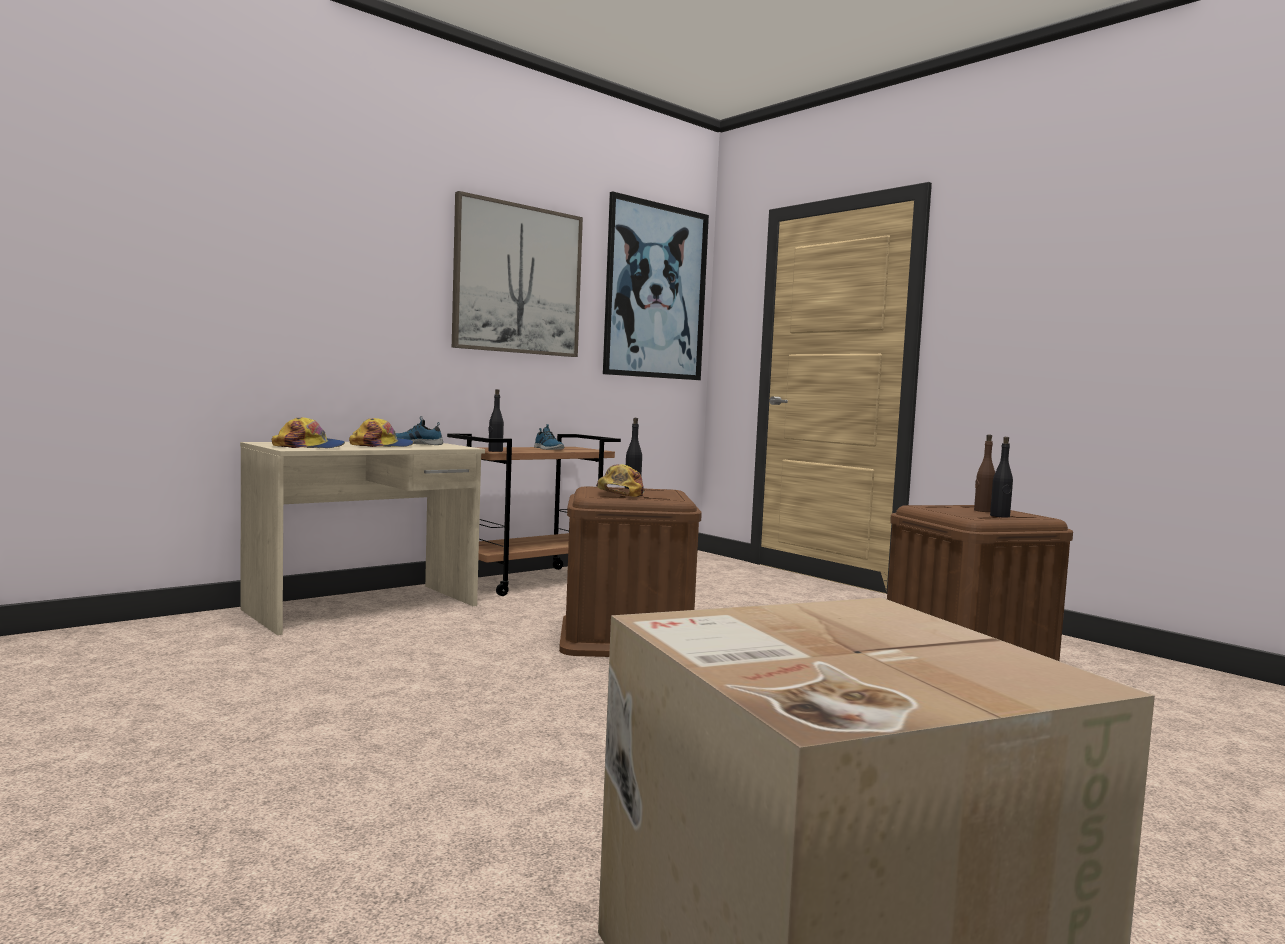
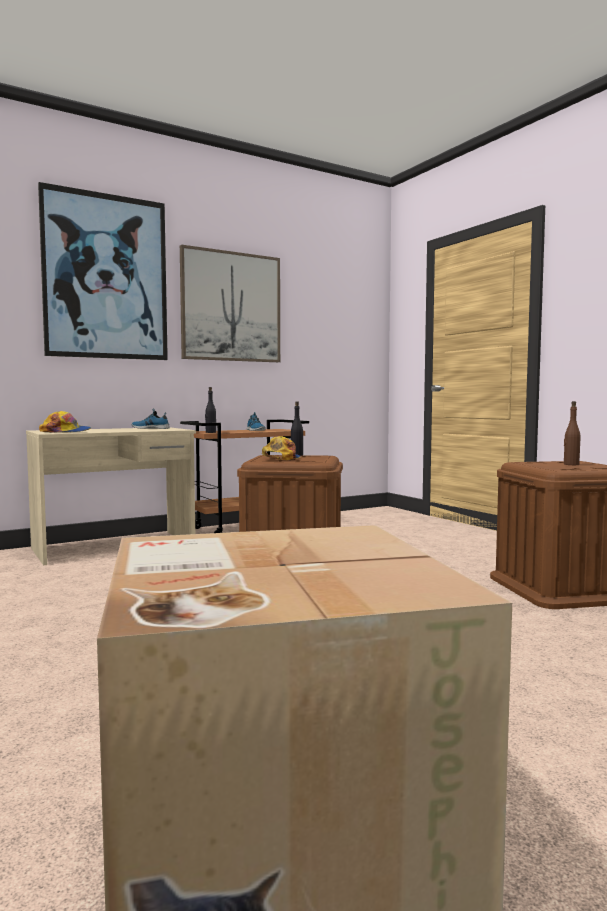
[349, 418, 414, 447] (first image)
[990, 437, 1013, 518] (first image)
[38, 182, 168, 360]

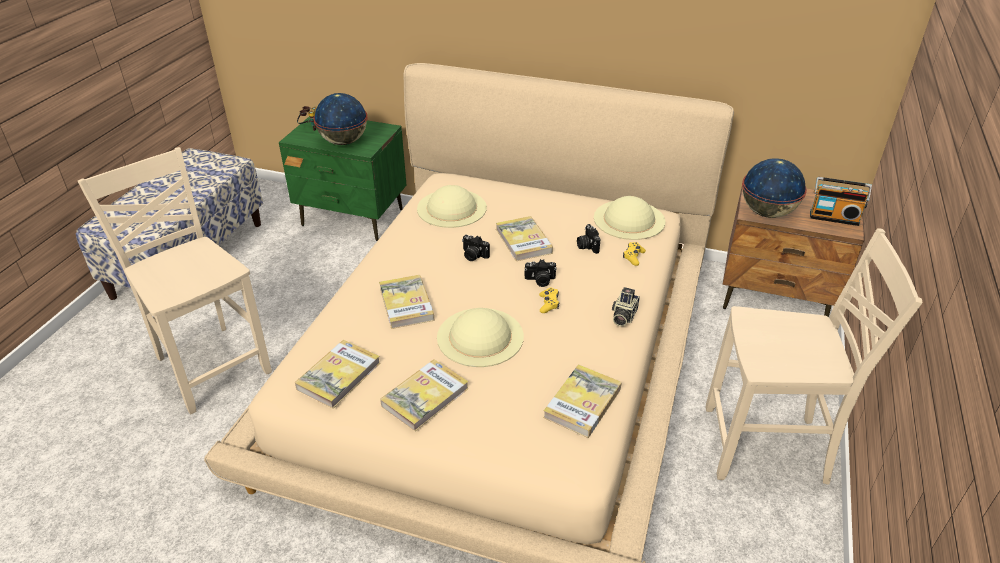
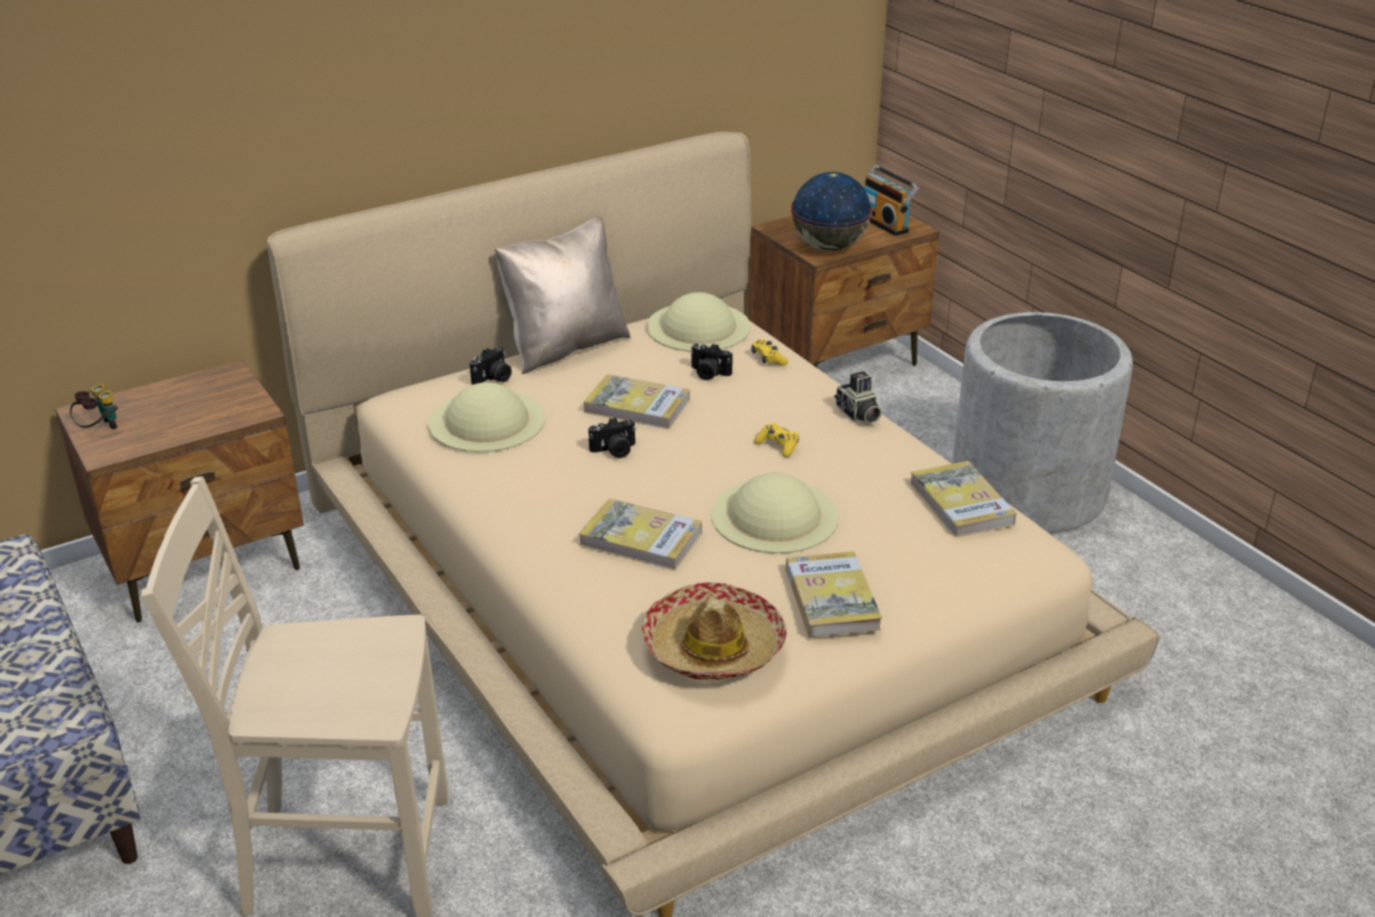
[313, 93, 367, 145] (first image)
[495, 217, 630, 374]
[470, 347, 512, 385]
[642, 582, 787, 680]
[952, 312, 1133, 533]
[55, 360, 304, 622]
[862, 165, 919, 236]

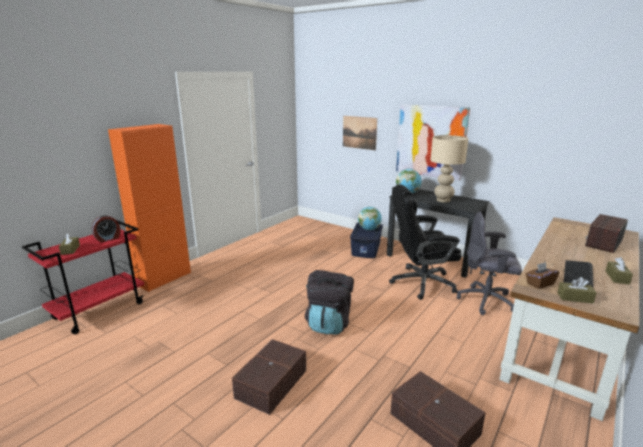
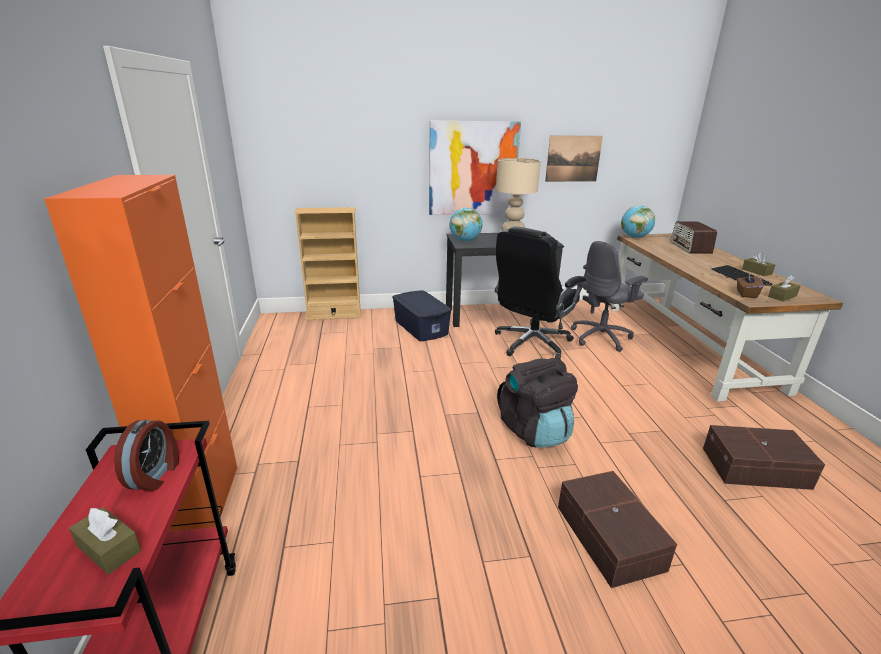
[294, 207, 361, 320]
[545, 135, 603, 182]
[621, 206, 655, 238]

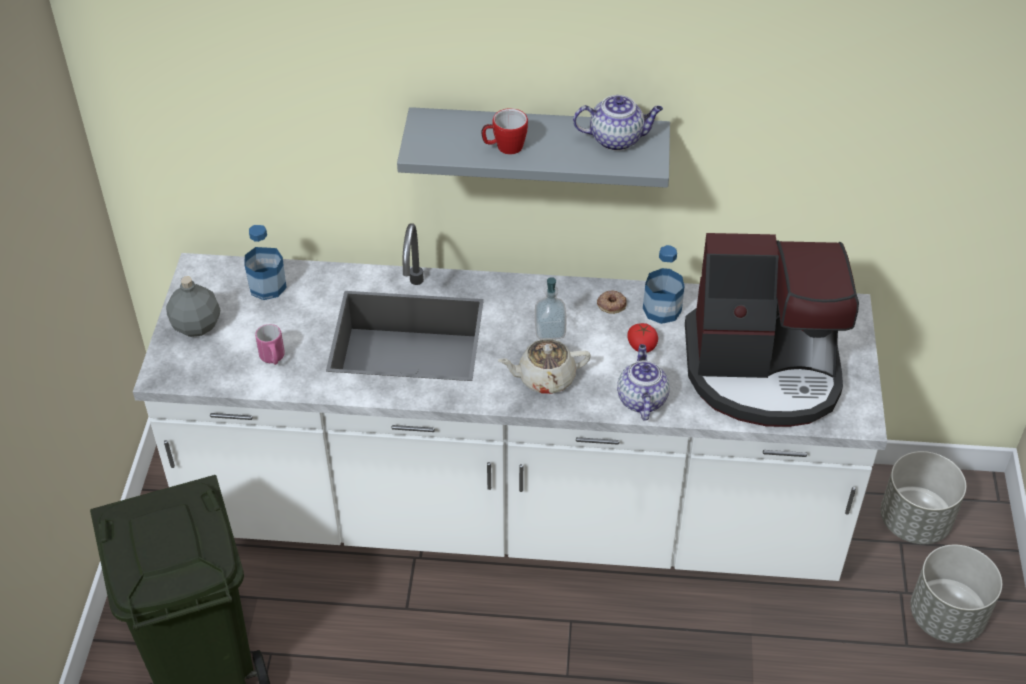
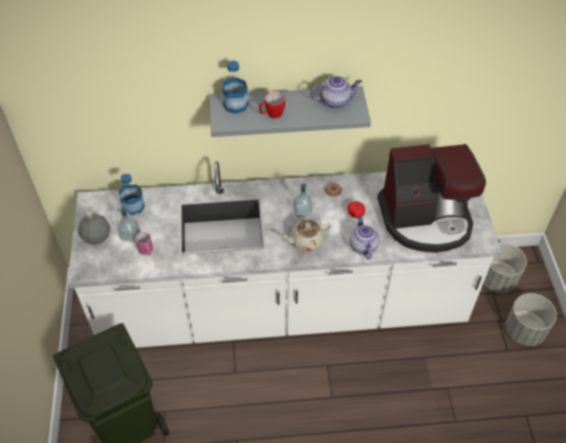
[117, 208, 140, 242]
[222, 61, 249, 114]

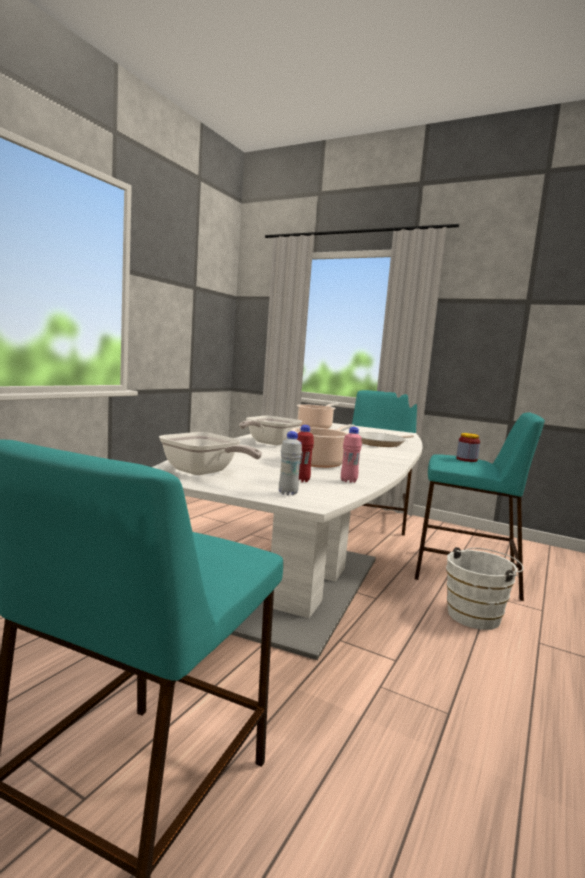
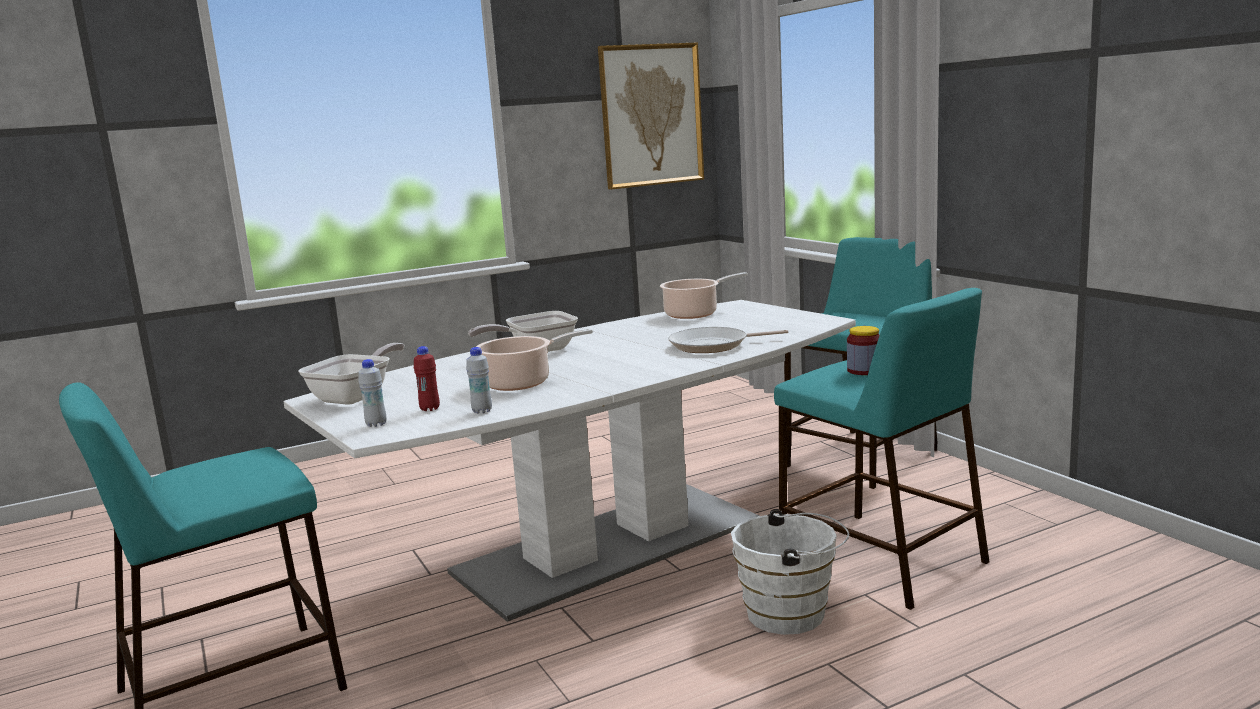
[598, 42, 704, 189]
[466, 347, 492, 413]
[298, 343, 404, 405]

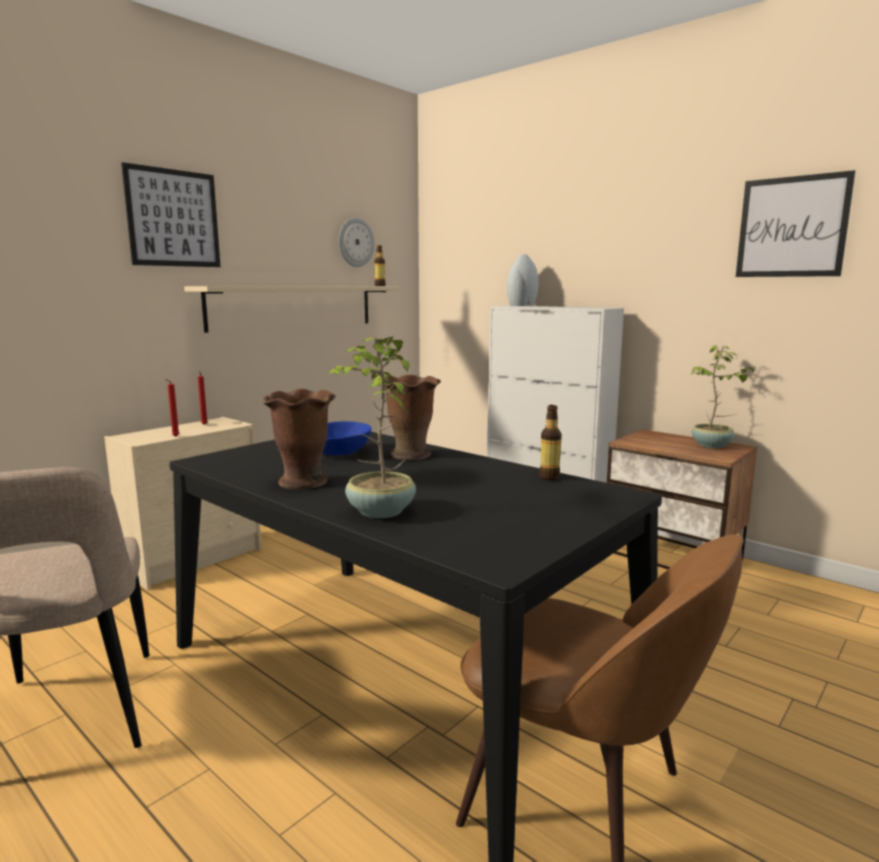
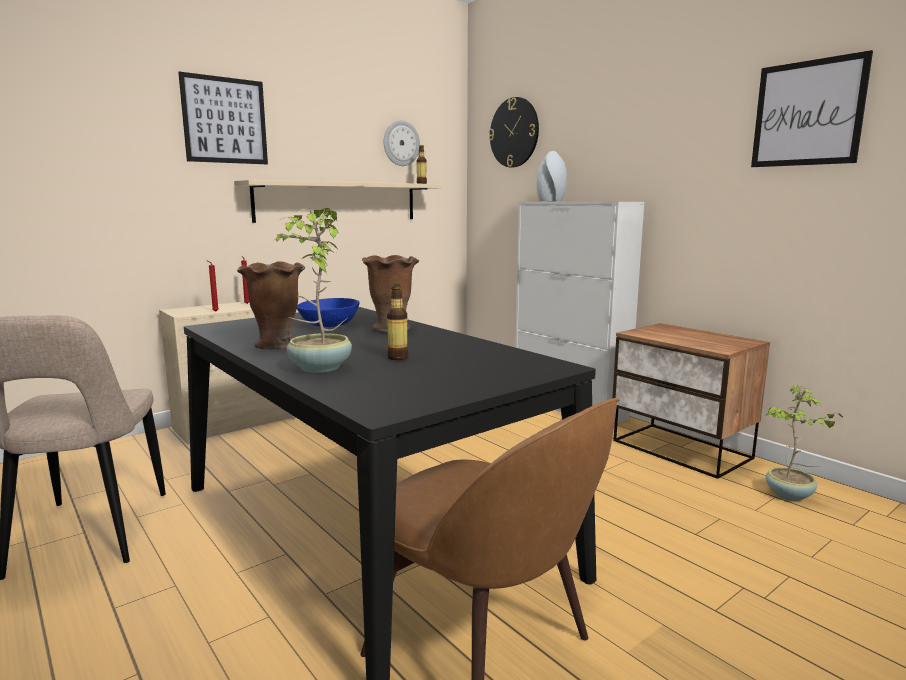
[489, 97, 539, 168]
[387, 284, 408, 360]
[765, 385, 843, 501]

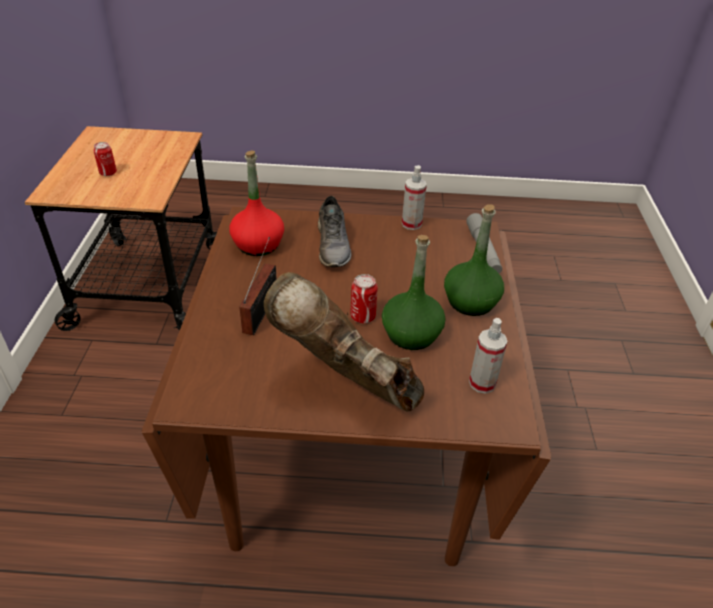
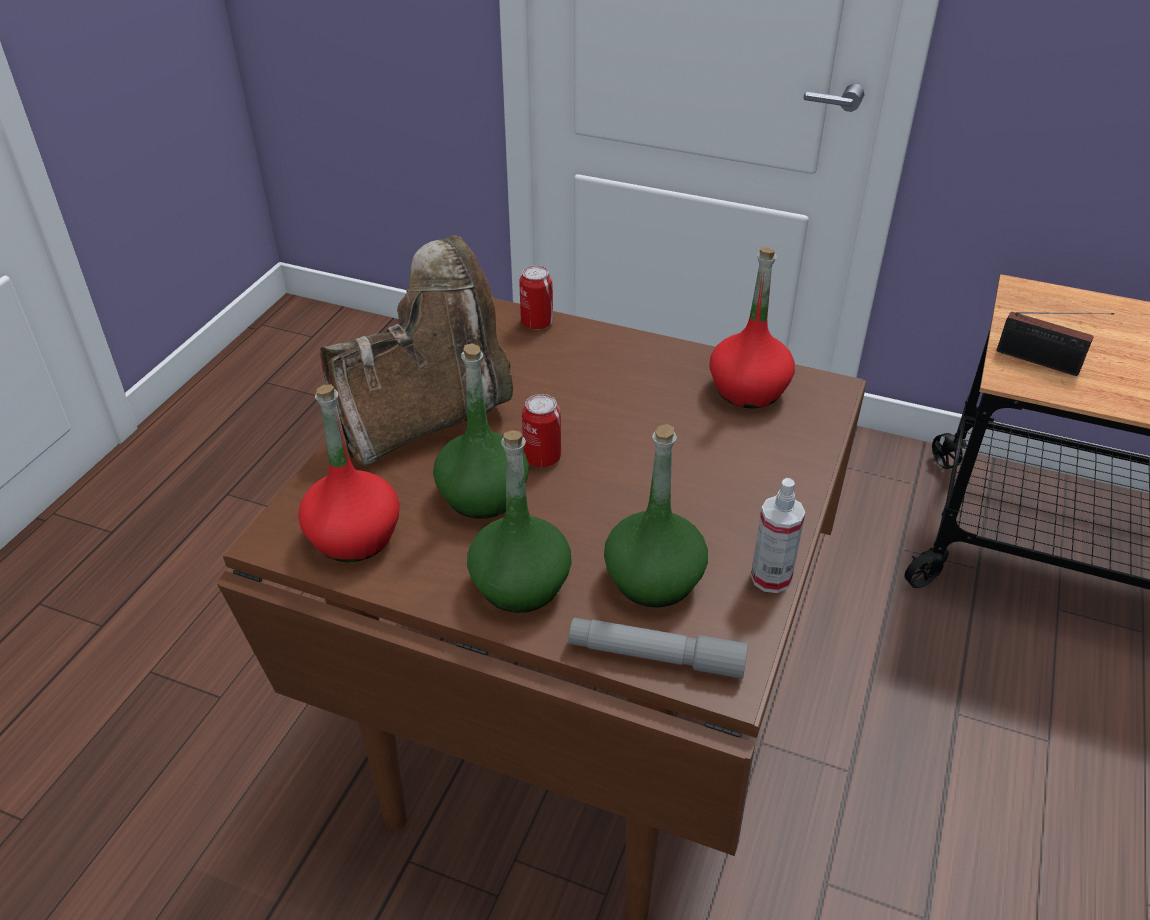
[318, 196, 352, 267] (first image)
[604, 424, 708, 608]
[519, 265, 553, 330]
[997, 312, 1114, 376]
[298, 384, 400, 562]

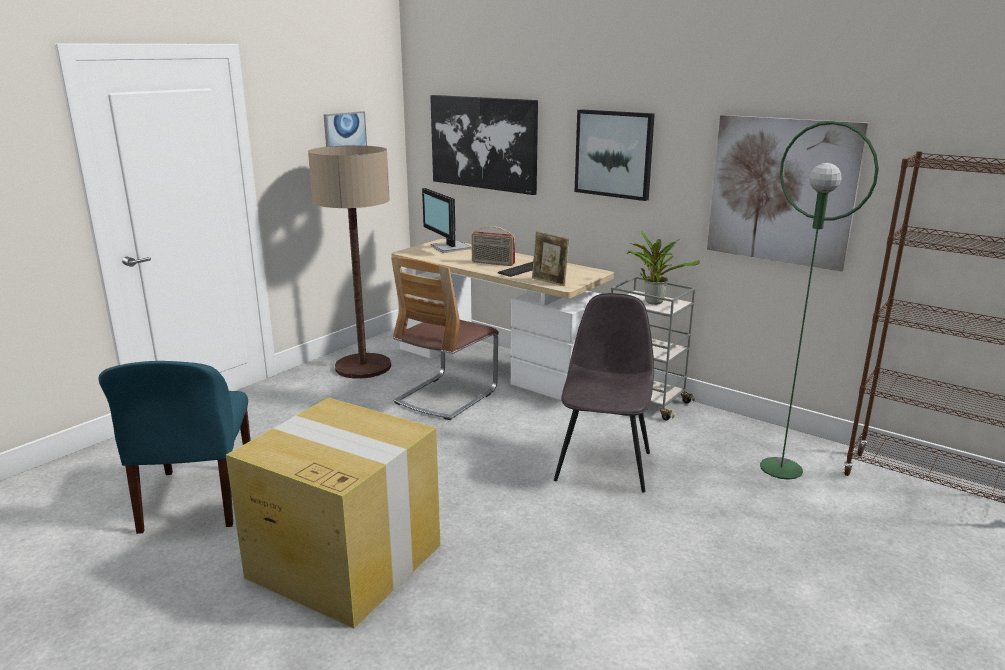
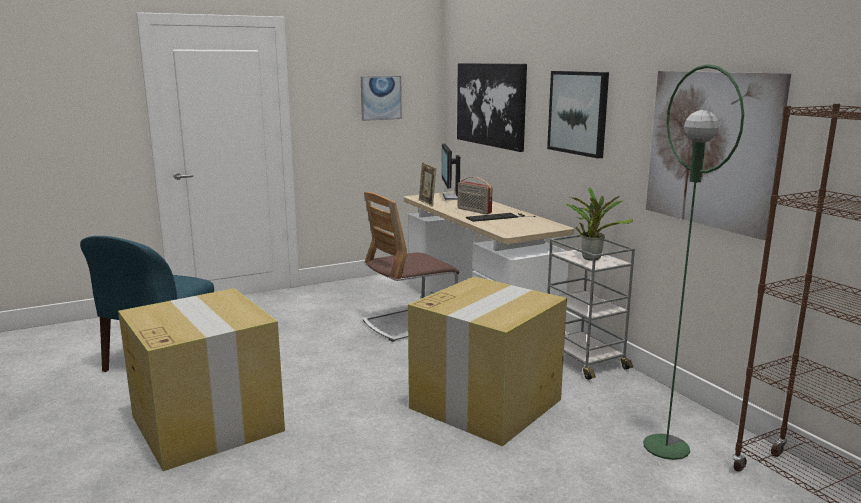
[308, 145, 391, 379] (first image)
[419, 162, 437, 207]
[408, 276, 567, 447]

